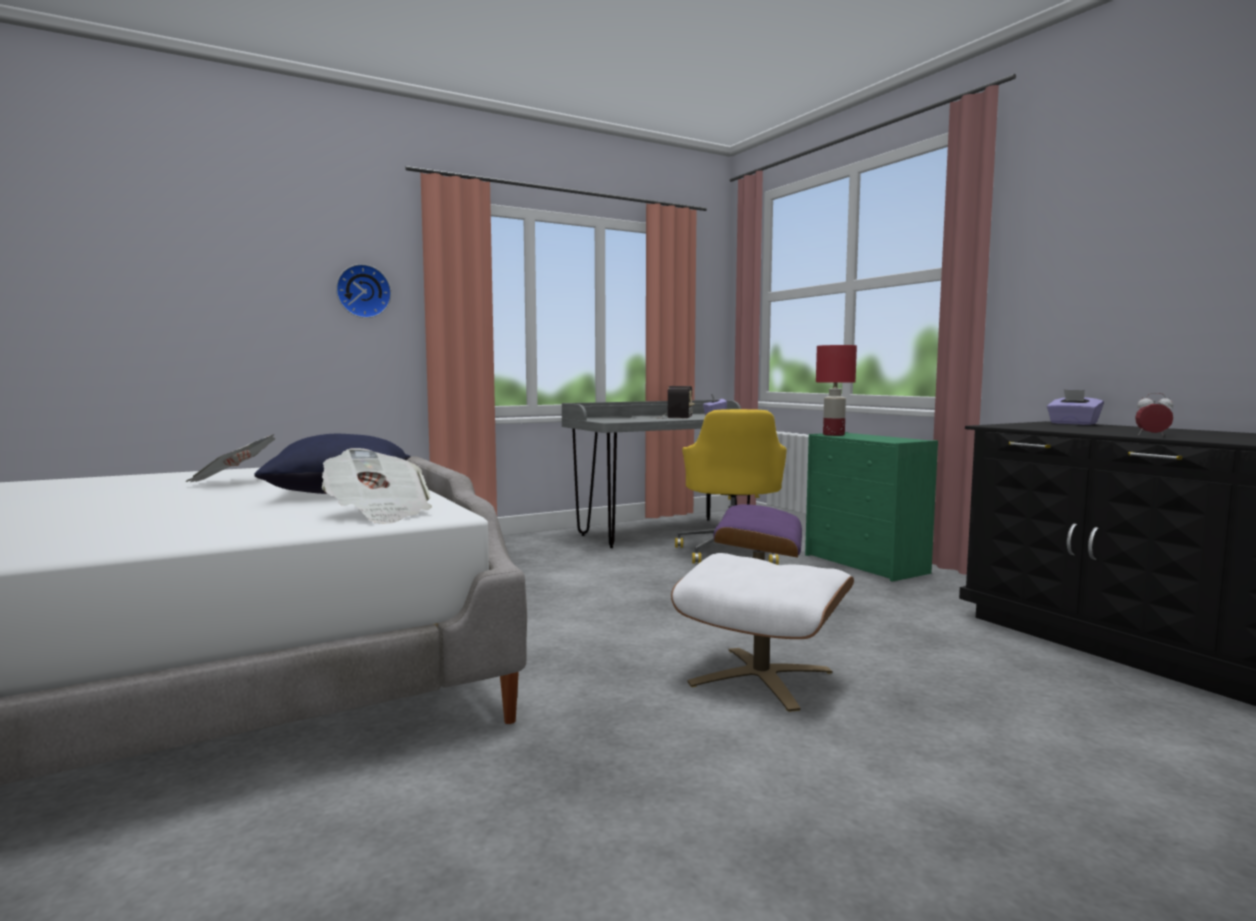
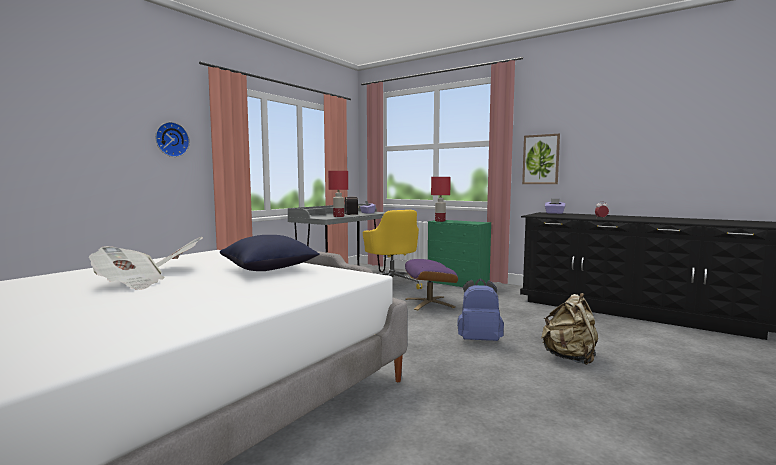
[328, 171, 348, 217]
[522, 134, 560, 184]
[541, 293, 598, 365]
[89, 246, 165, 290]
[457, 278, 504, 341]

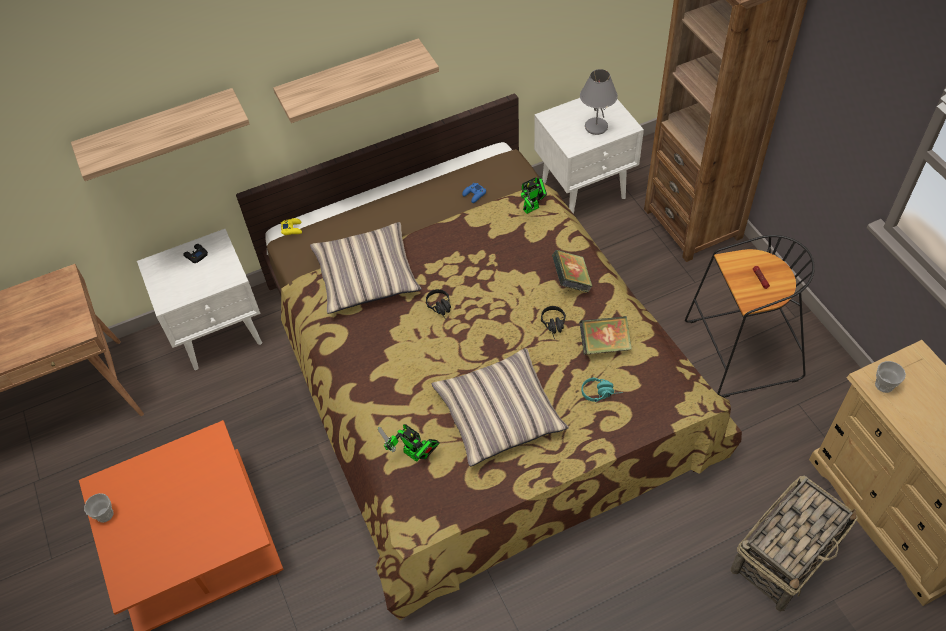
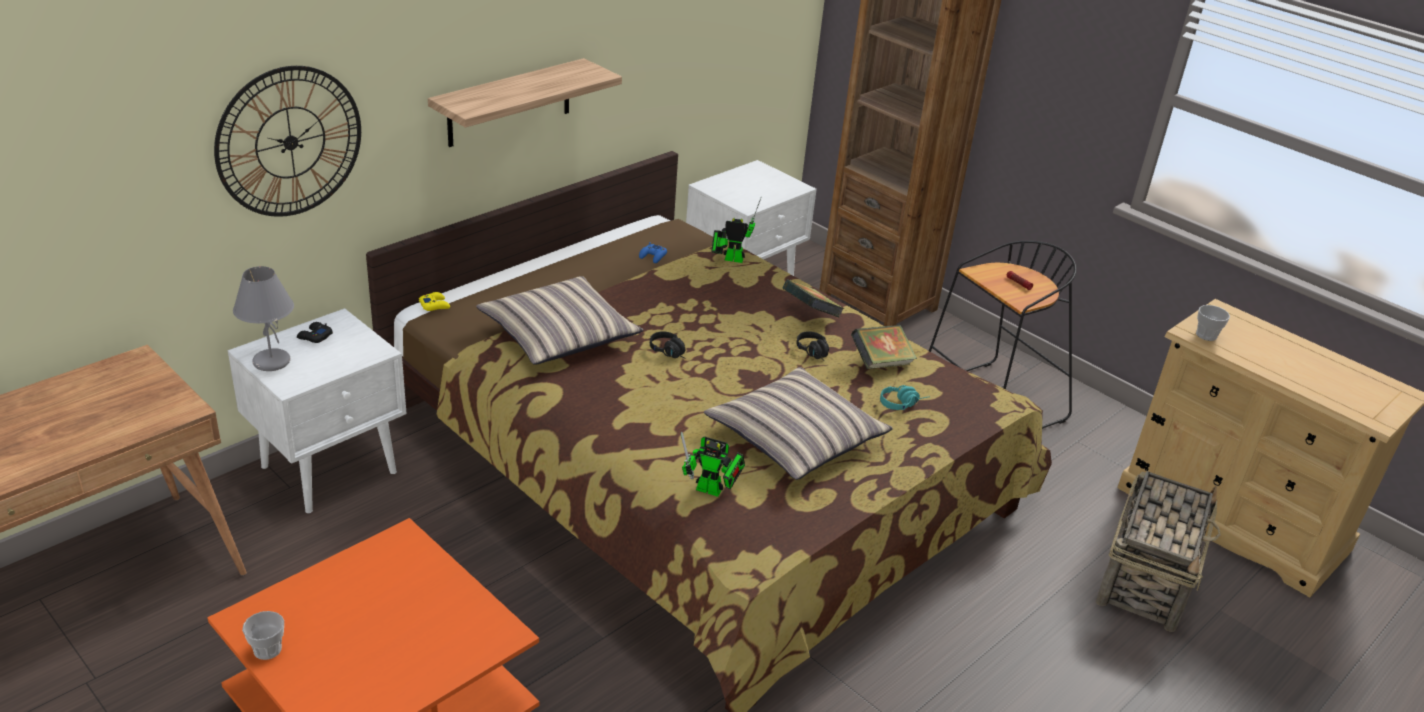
[233, 266, 294, 371]
[214, 66, 361, 217]
[711, 198, 761, 263]

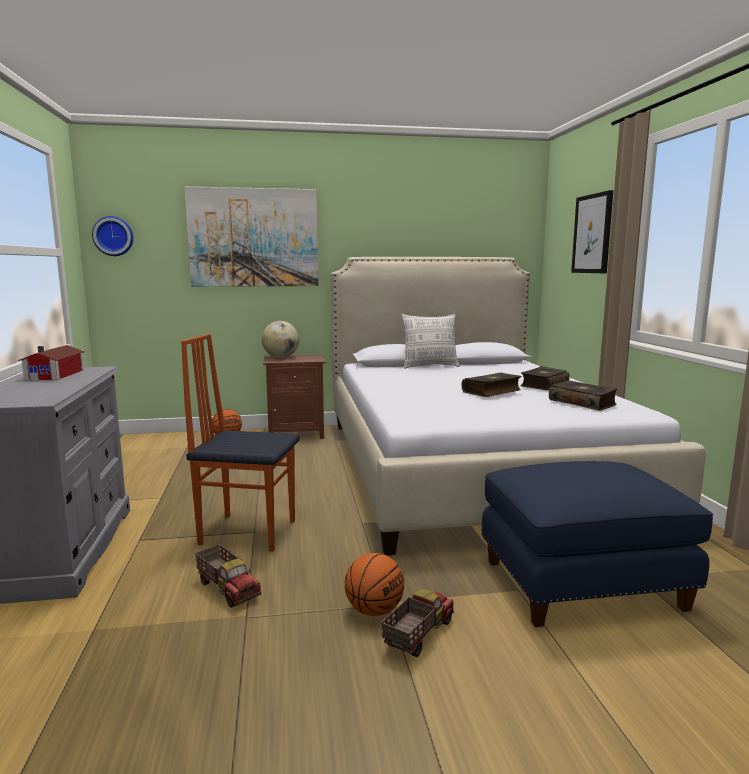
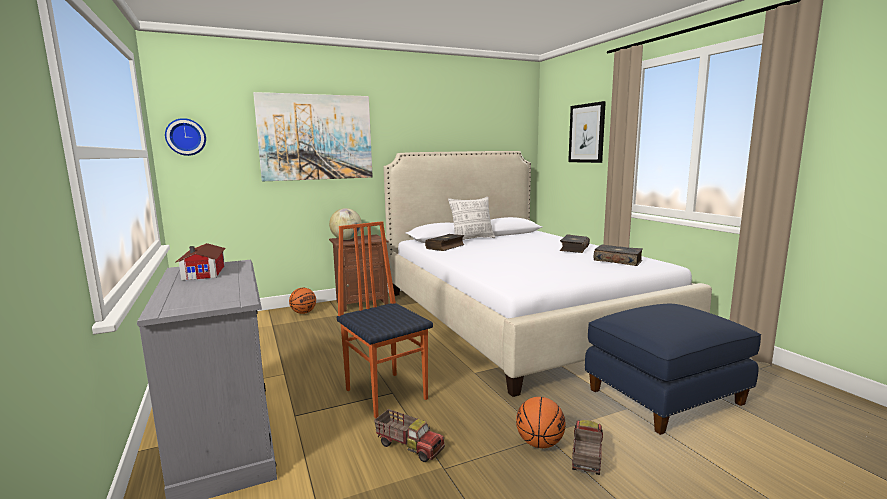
[425, 234, 465, 251]
[337, 221, 433, 419]

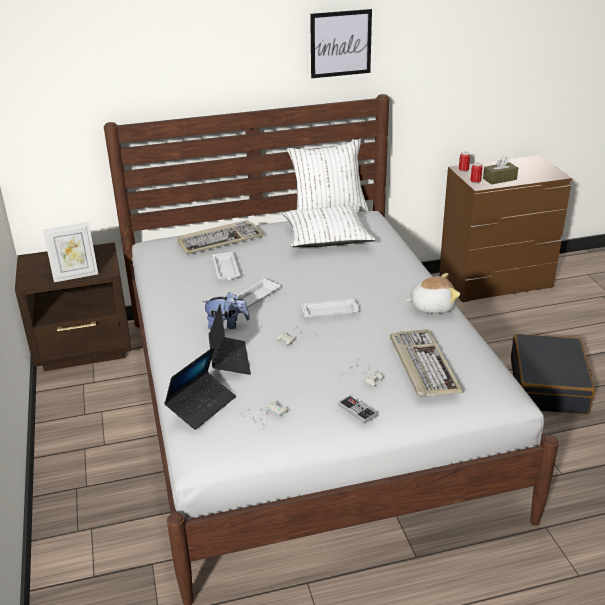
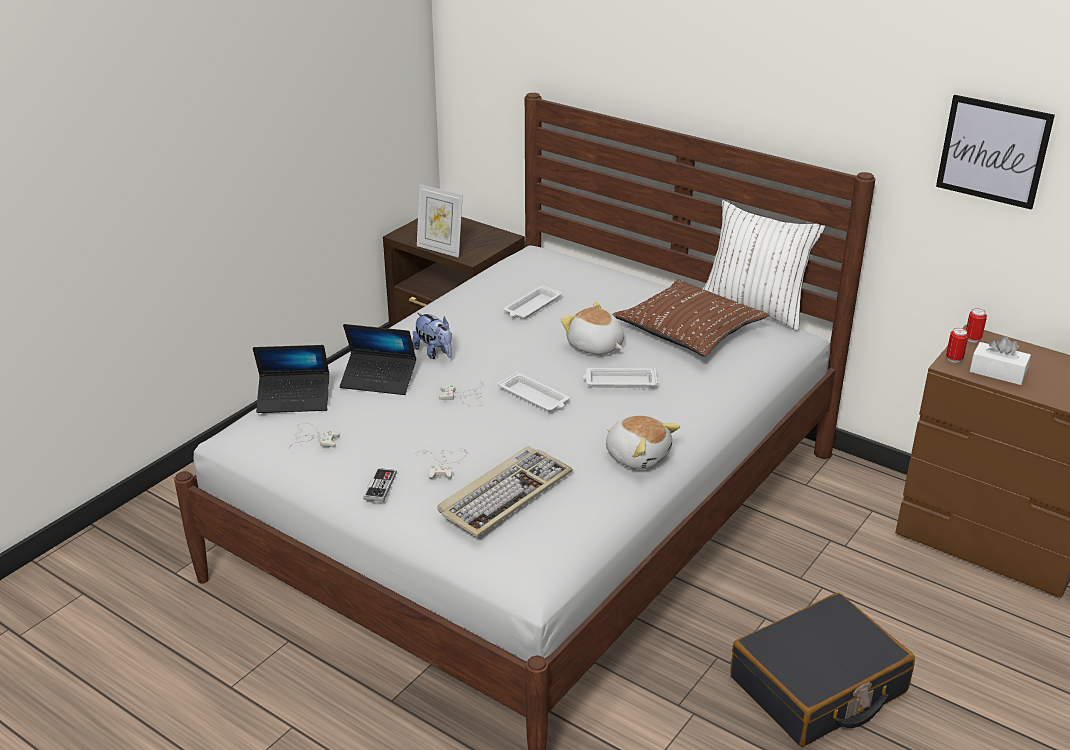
[177, 220, 264, 255] (first image)
[560, 301, 624, 355]
[583, 368, 658, 388]
[936, 95, 1055, 210]
[612, 279, 769, 356]
[970, 336, 1031, 385]
[340, 324, 416, 395]

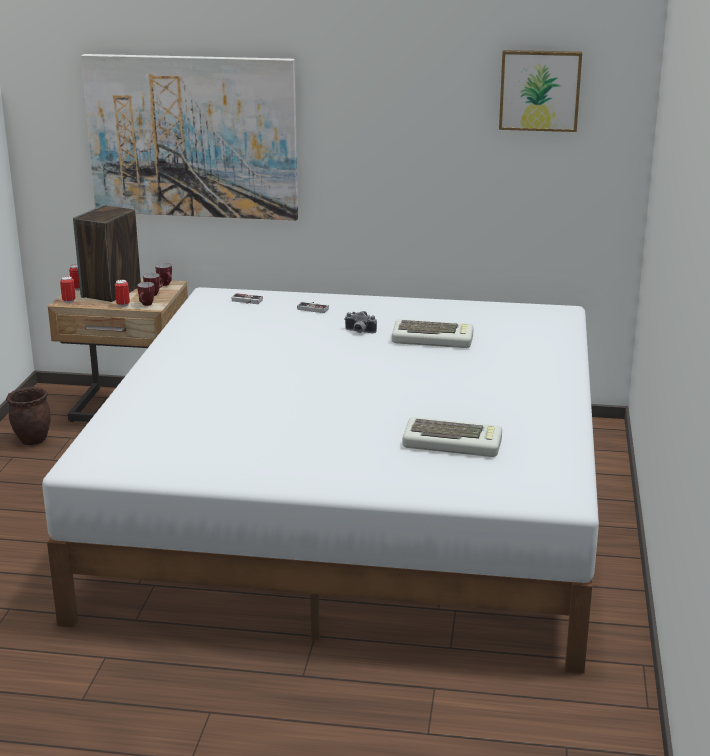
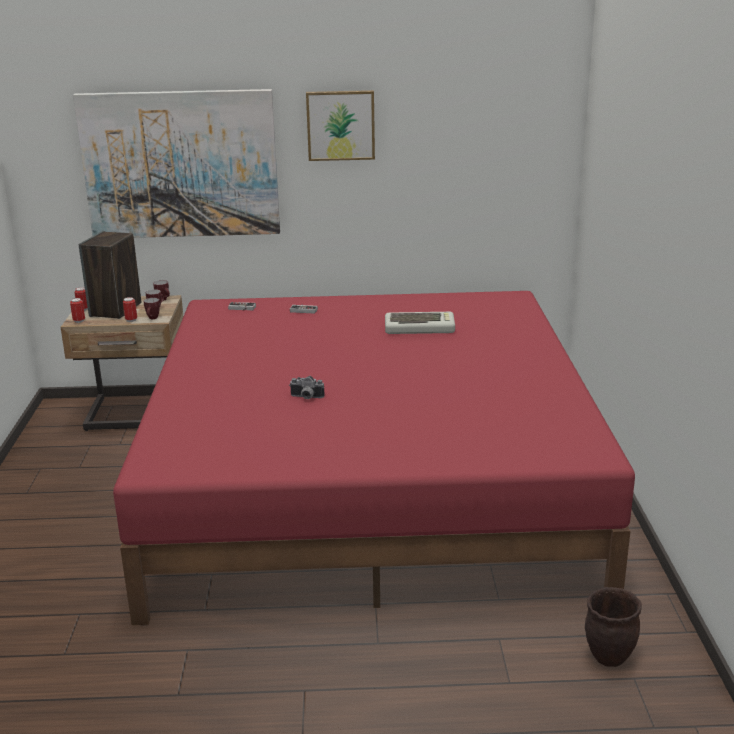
[403, 417, 502, 457] (first image)
[585, 587, 642, 667]
[289, 376, 324, 399]
[306, 90, 375, 161]
[113, 291, 635, 625]

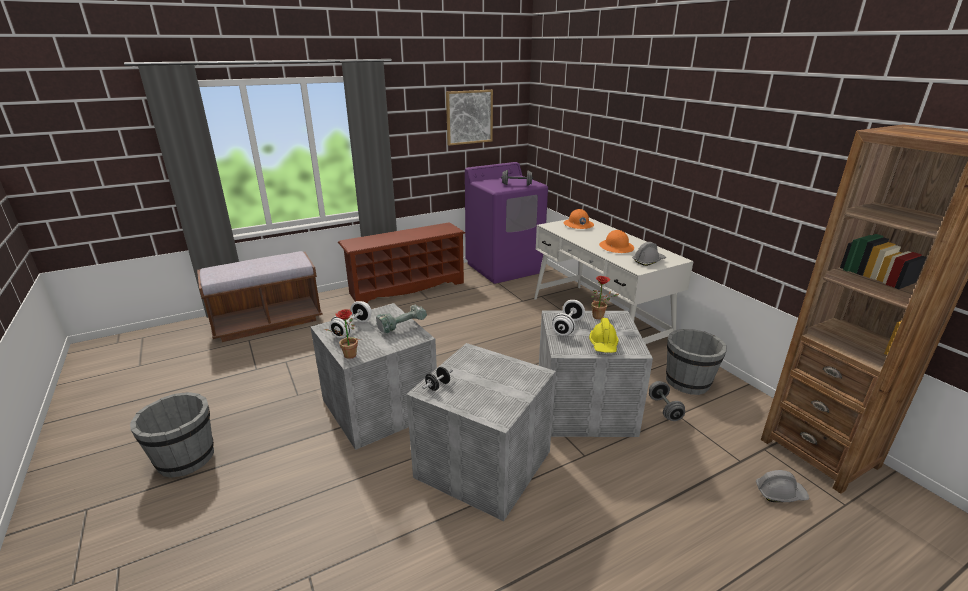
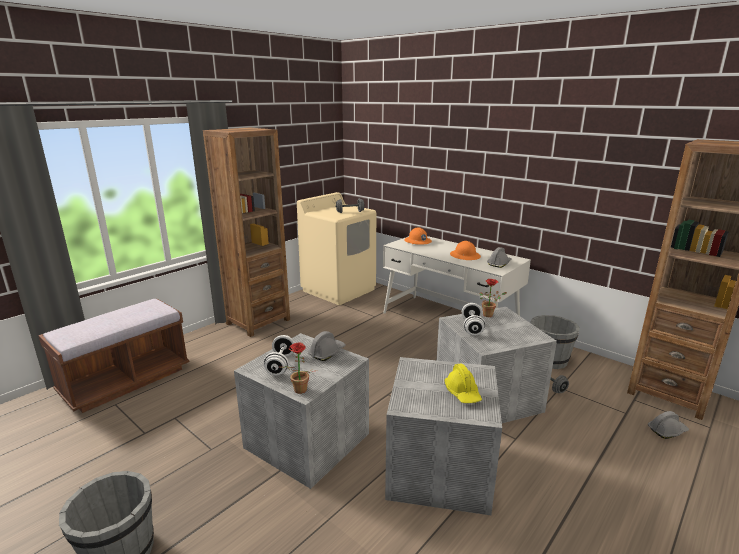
[422, 367, 453, 391] (first image)
[446, 90, 493, 146] (first image)
[445, 364, 482, 403]
[203, 128, 290, 337]
[307, 331, 346, 361]
[297, 192, 376, 305]

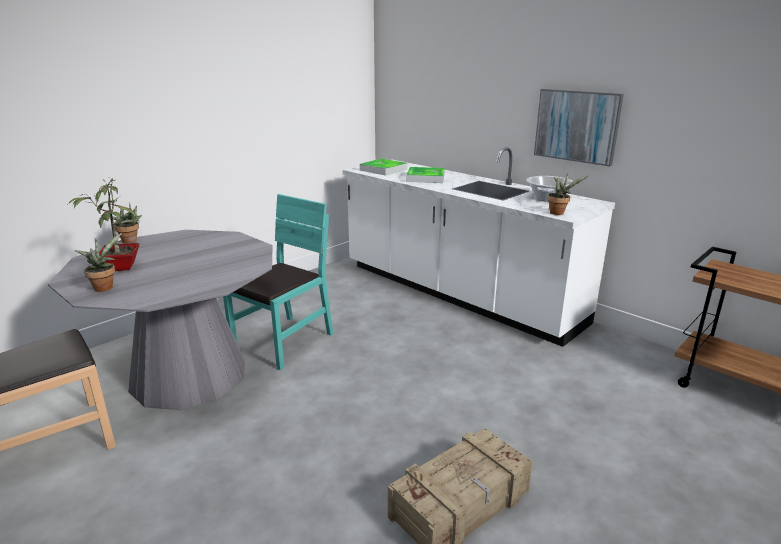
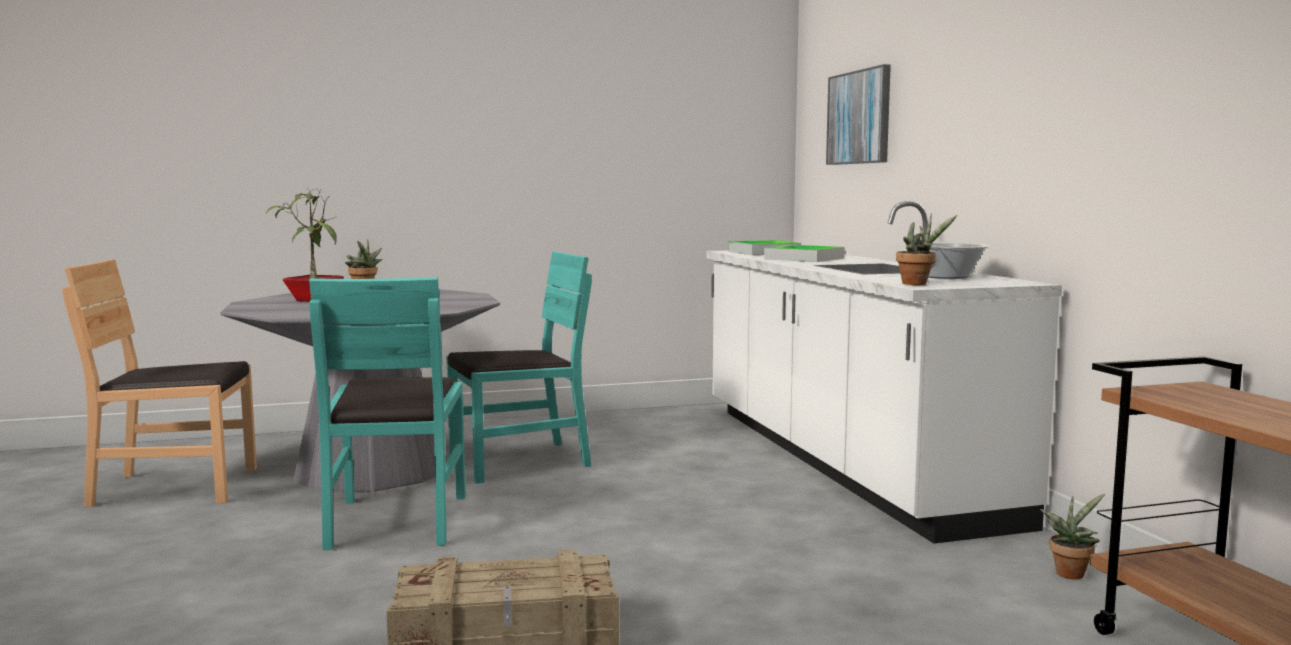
[309, 277, 466, 550]
[1040, 494, 1105, 579]
[826, 64, 891, 165]

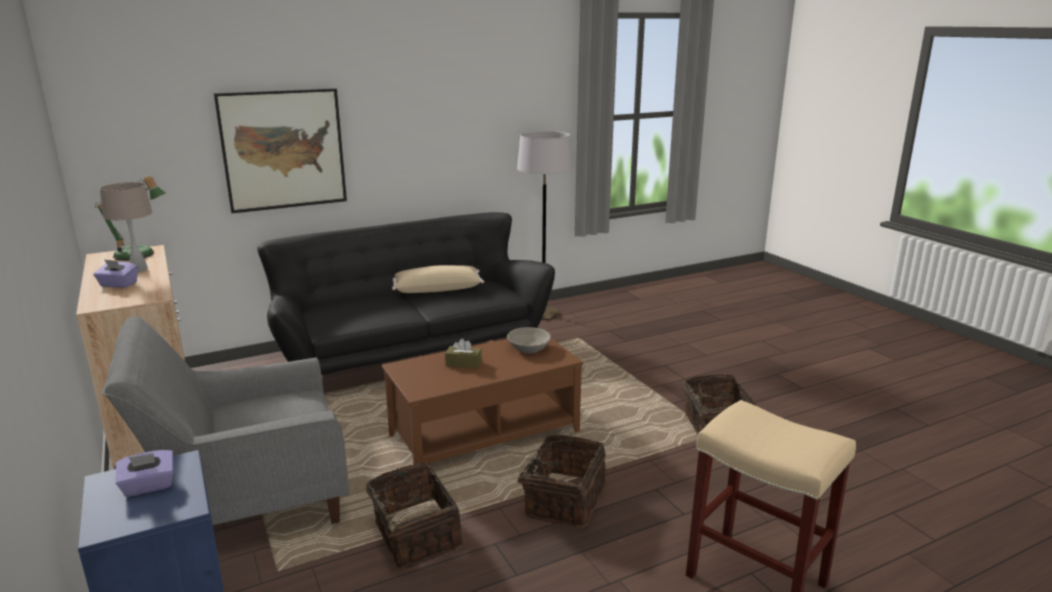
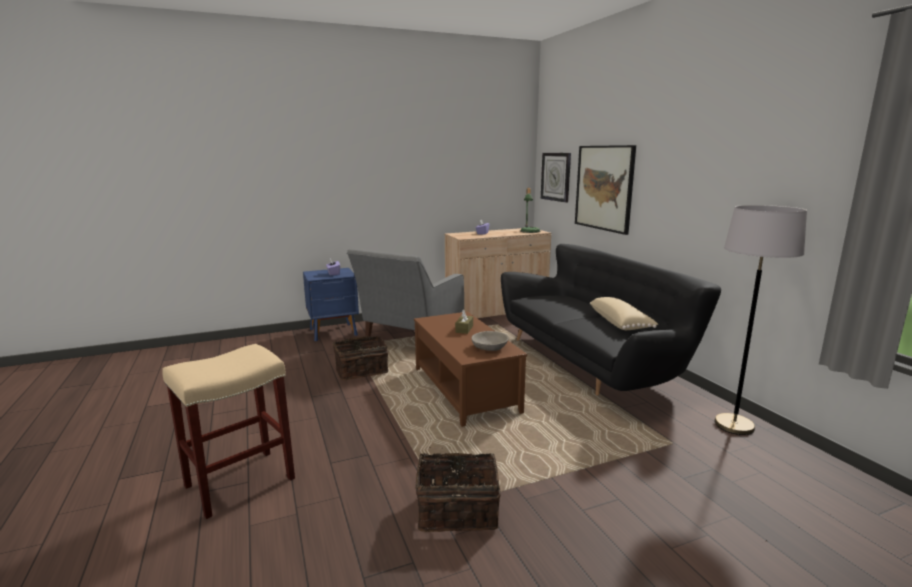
[99, 182, 153, 272] (first image)
[505, 435, 606, 528] (first image)
[541, 153, 571, 203]
[347, 249, 464, 336]

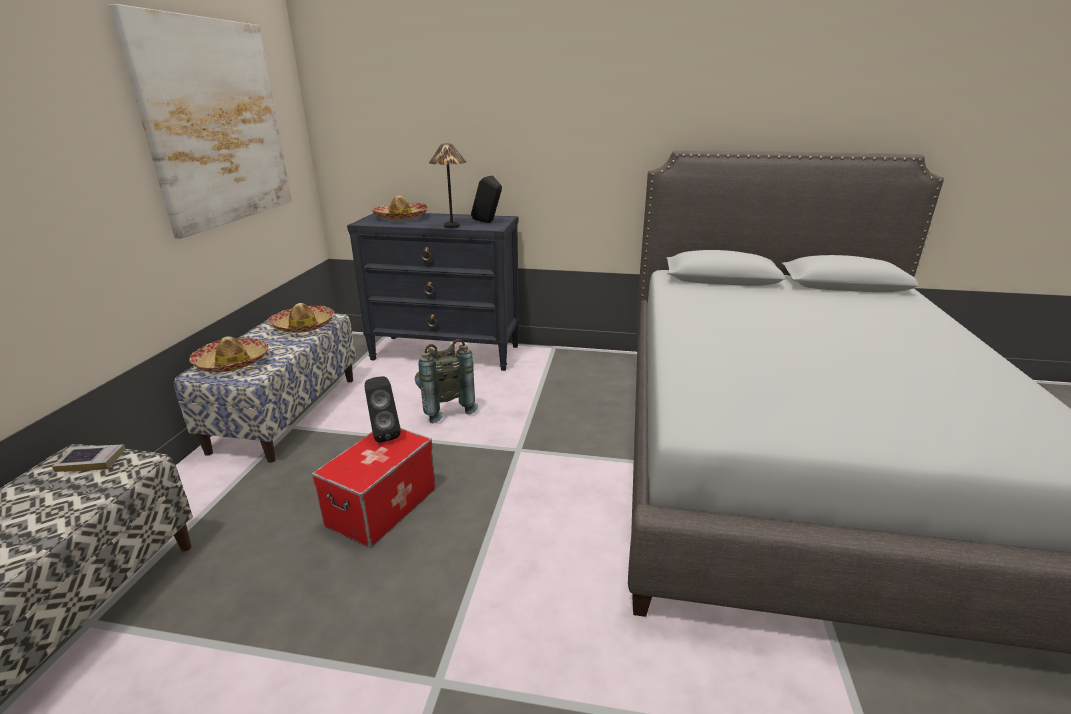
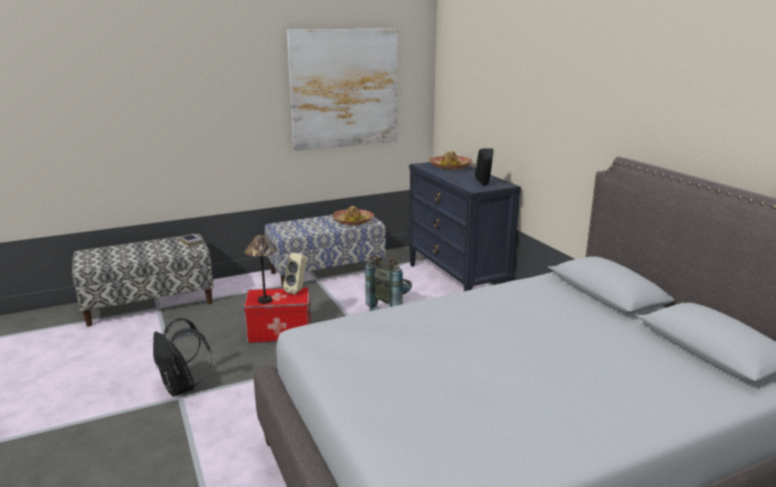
[189, 337, 269, 372] (first image)
[153, 318, 212, 397]
[245, 235, 278, 304]
[283, 253, 307, 295]

